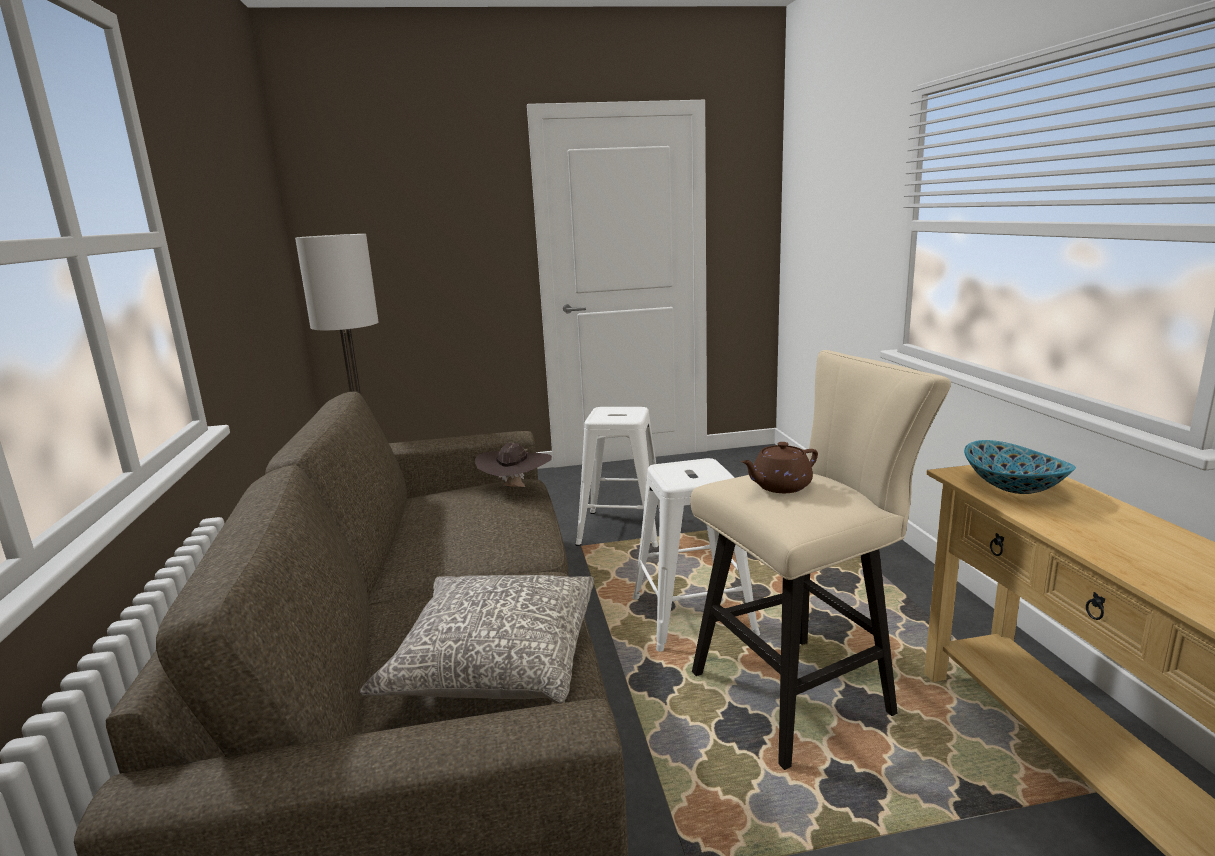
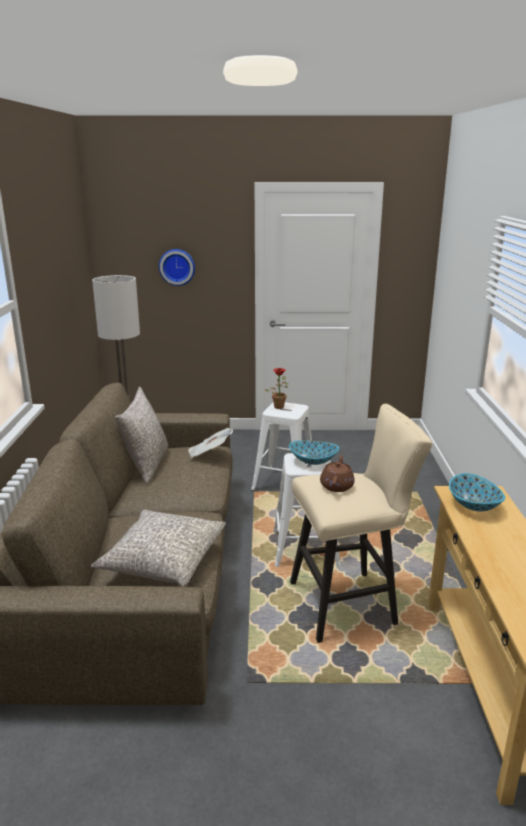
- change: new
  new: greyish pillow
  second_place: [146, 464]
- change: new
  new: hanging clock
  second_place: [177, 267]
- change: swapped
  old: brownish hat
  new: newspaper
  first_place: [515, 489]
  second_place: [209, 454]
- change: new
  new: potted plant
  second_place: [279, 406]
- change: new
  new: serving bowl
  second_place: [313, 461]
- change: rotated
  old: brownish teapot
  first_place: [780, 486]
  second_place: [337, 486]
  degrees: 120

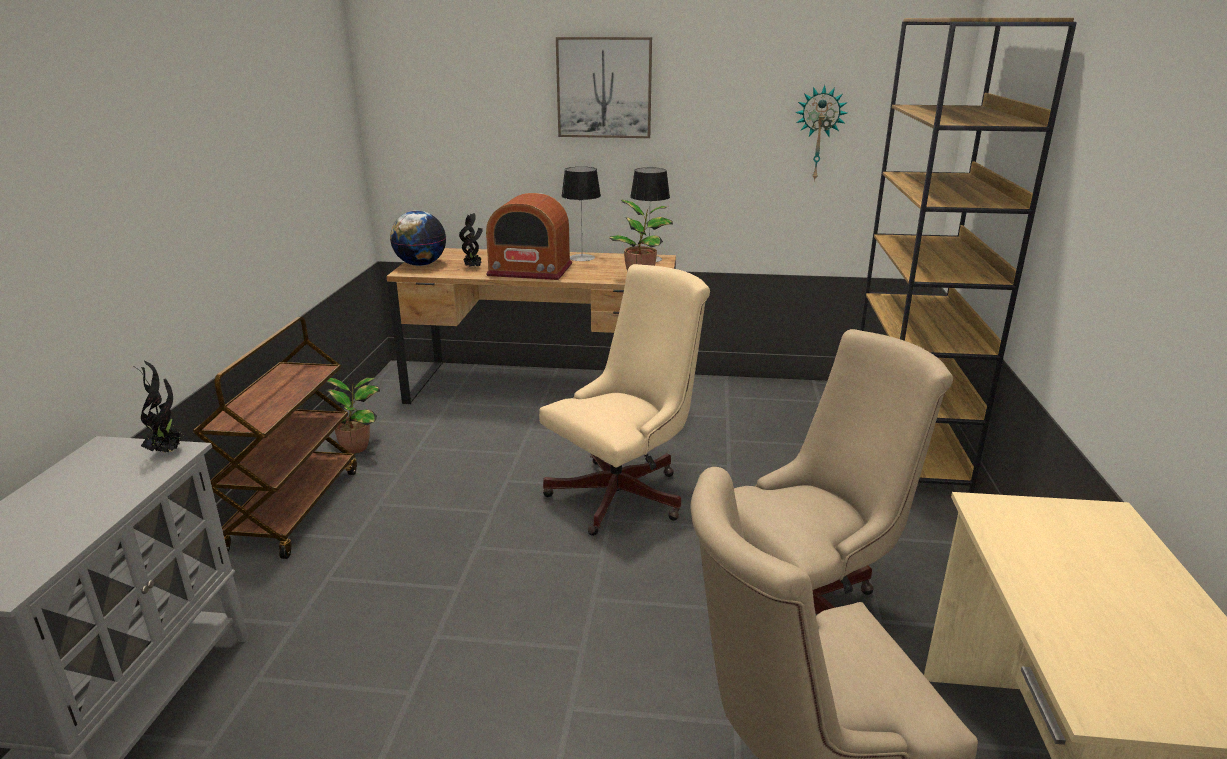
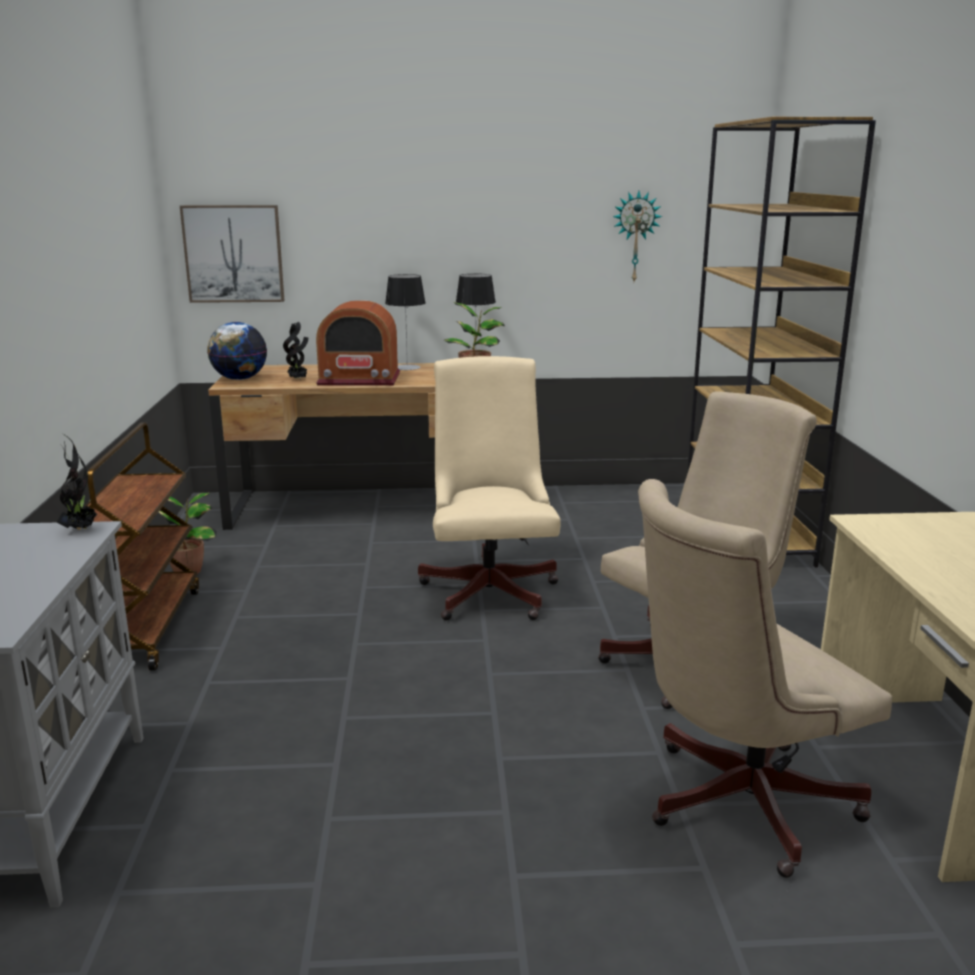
- change: shifted
  old: picture
  first_place: [604, 88]
  second_place: [233, 254]
- change: rotated
  old: beige-coloured desk chair
  first_place: [625, 493]
  second_place: [490, 588]
  degrees: -45

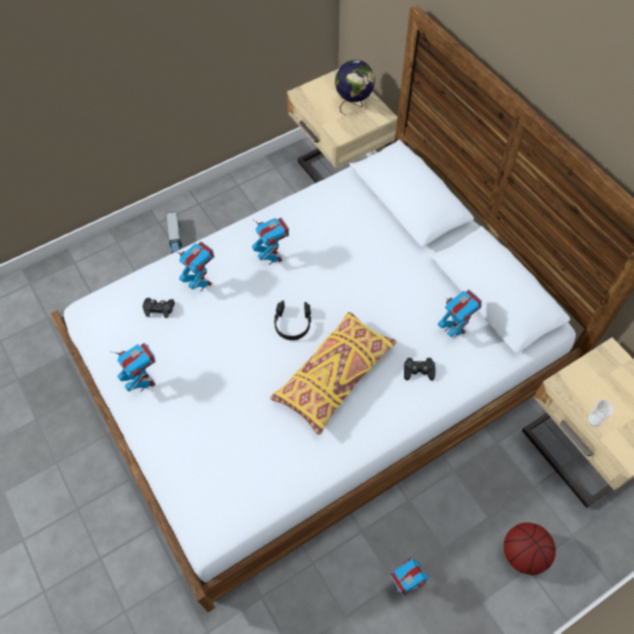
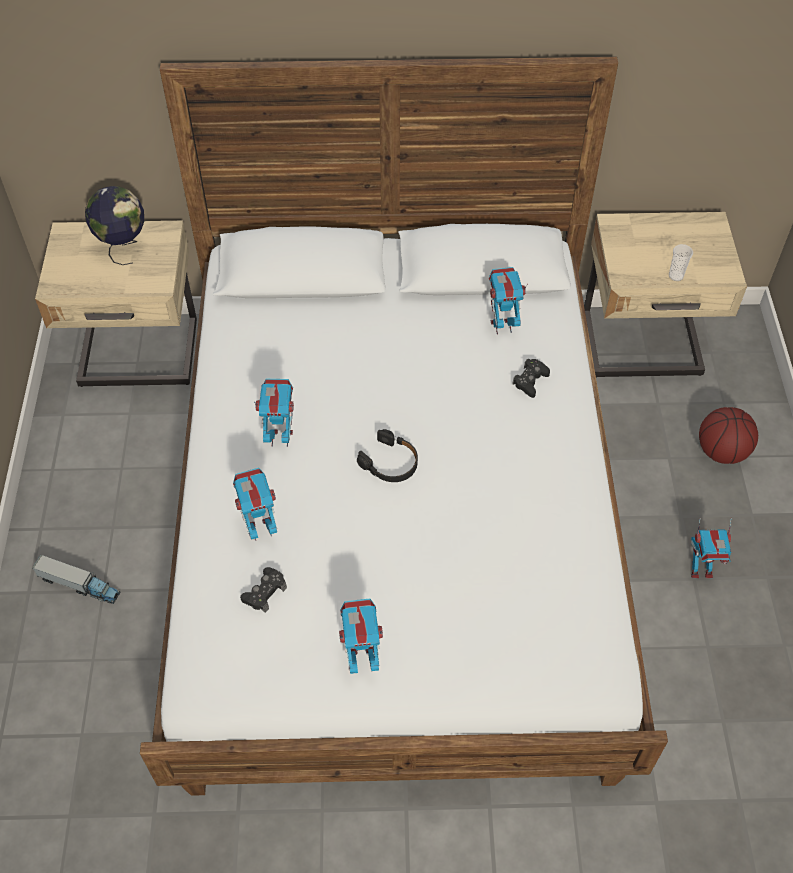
- change: gone
  old: yellow-coloured pillow
  first_place: [334, 376]

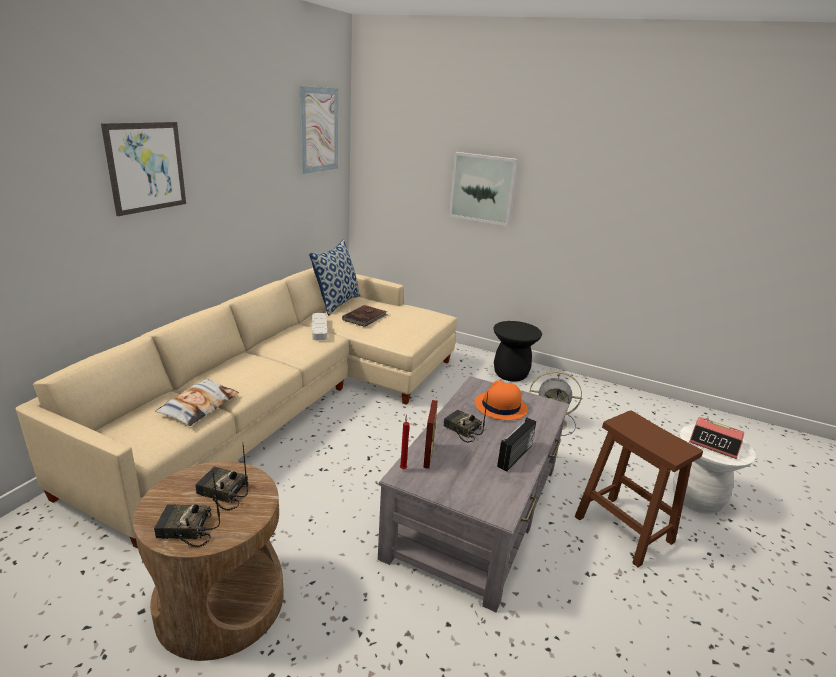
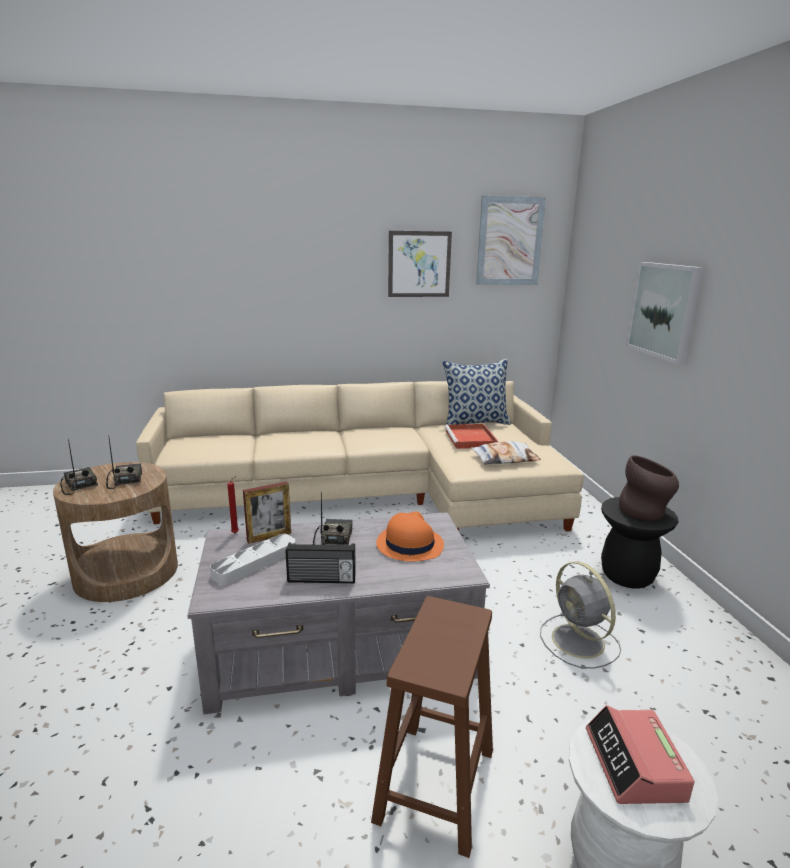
- change: shifted
  old: greyish carrying tray
  first_place: [319, 329]
  second_place: [255, 563]
- change: shifted
  old: picture
  first_place: [146, 167]
  second_place: [419, 264]
- change: swapped
  old: brownish bound book
  new: red-coloured carrying tray
  first_place: [365, 317]
  second_place: [471, 439]
- change: shifted
  old: pillow
  first_place: [199, 406]
  second_place: [505, 458]
- change: new
  new: brownish flower vase
  second_place: [645, 512]

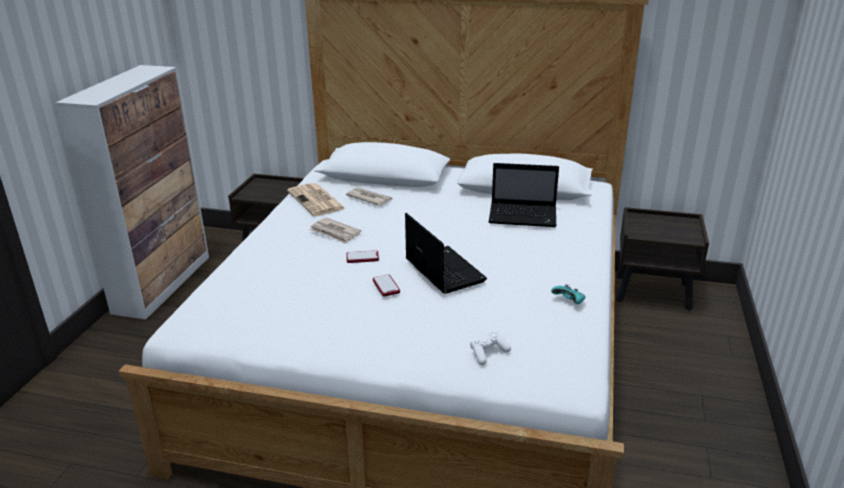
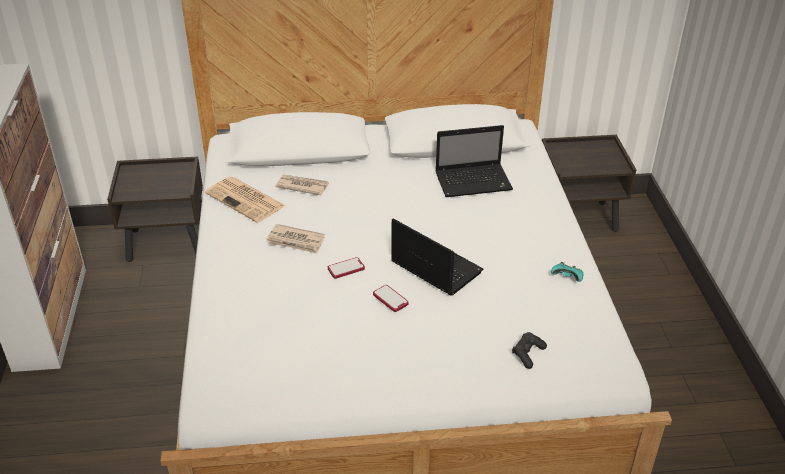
- change: repainted
  old: white joypad
  new: blackish joypad
  first_place: [488, 353]
  second_place: [527, 354]

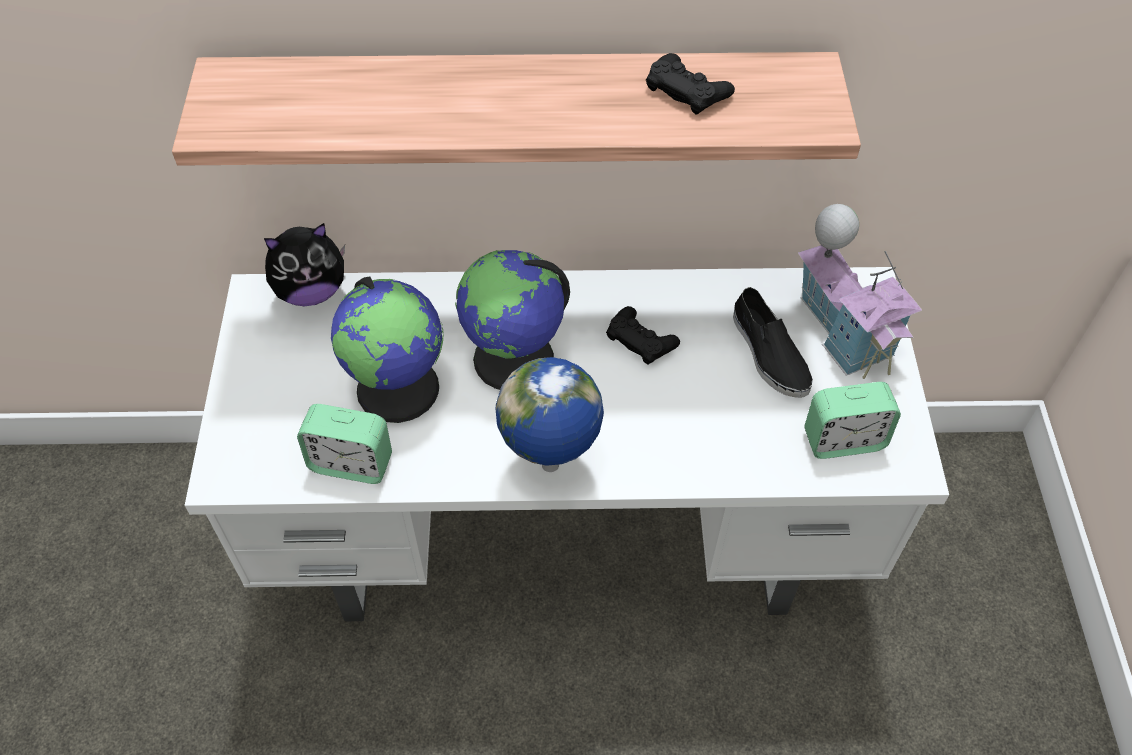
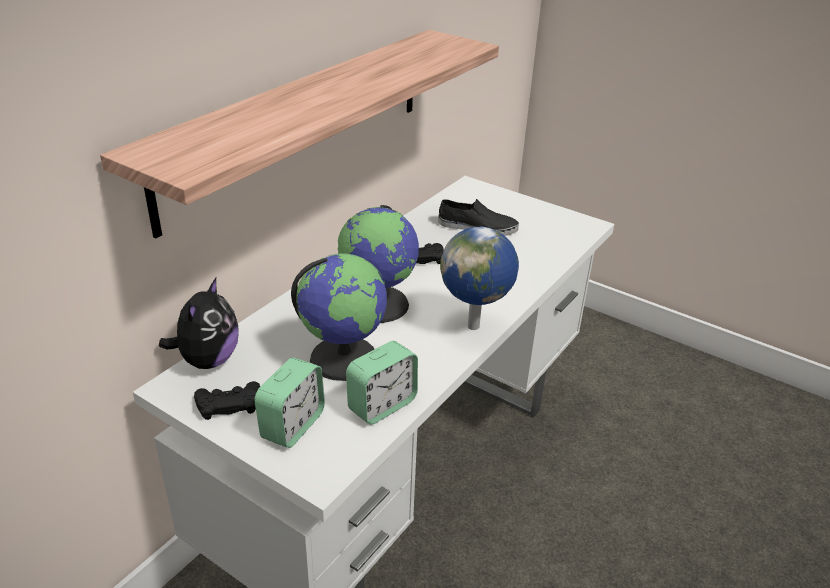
- change: shifted
  old: blackish joypad
  first_place: [687, 90]
  second_place: [228, 404]
- change: shifted
  old: bedside clock
  first_place: [843, 440]
  second_place: [292, 425]
- change: gone
  old: miniature house
  first_place: [844, 331]

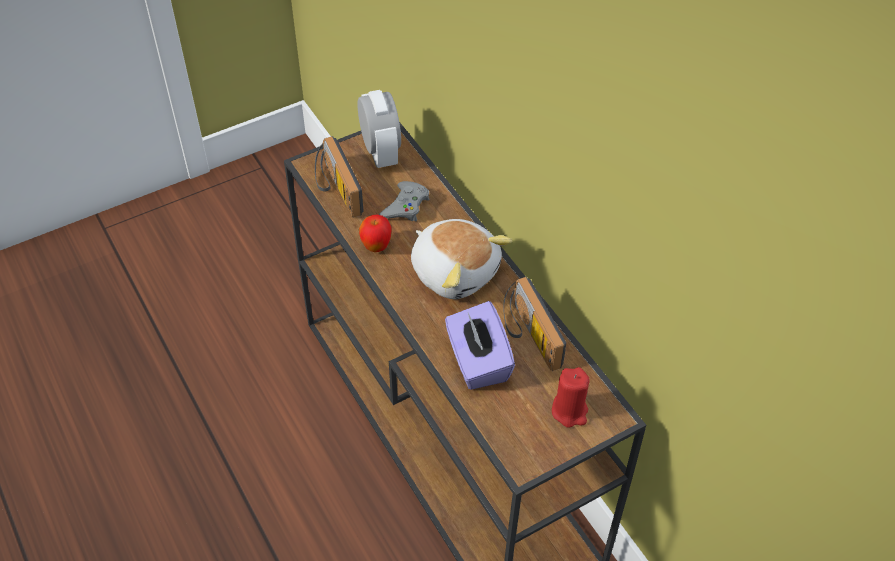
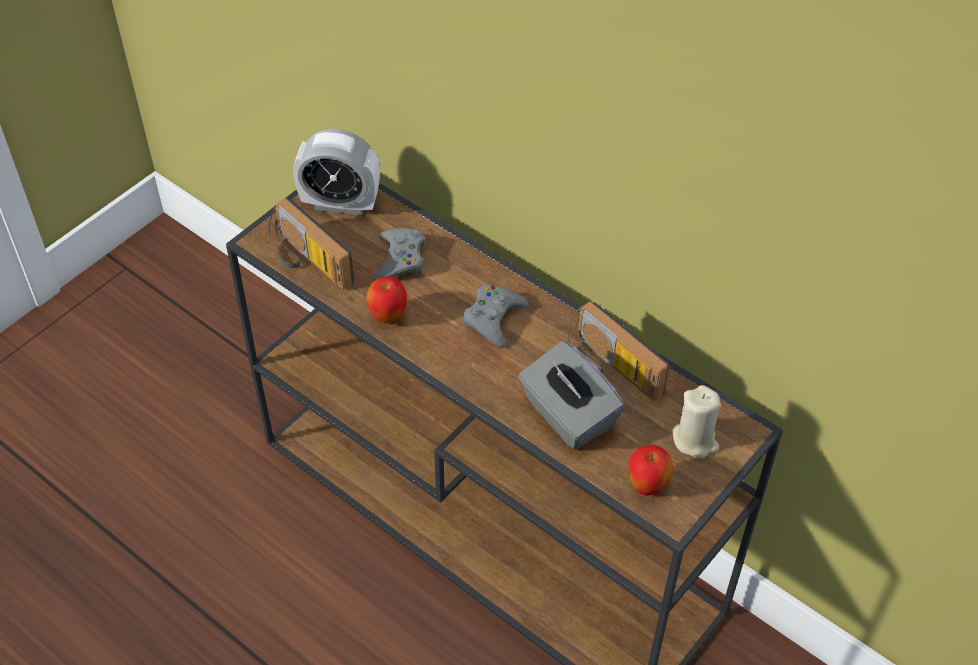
- change: rotated
  old: bedside clock
  first_place: [380, 152]
  second_place: [340, 204]
  degrees: 135
- change: swapped
  old: soft toy
  new: greyish joypad
  first_place: [455, 271]
  second_place: [493, 319]
- change: repainted
  old: purple tissue holder
  new: greyish tissue holder
  first_place: [477, 361]
  second_place: [567, 415]
- change: new
  new: apple fruit
  second_place: [647, 486]
- change: repainted
  old: red-coloured candle
  new: beige-coloured candle
  first_place: [569, 411]
  second_place: [695, 440]

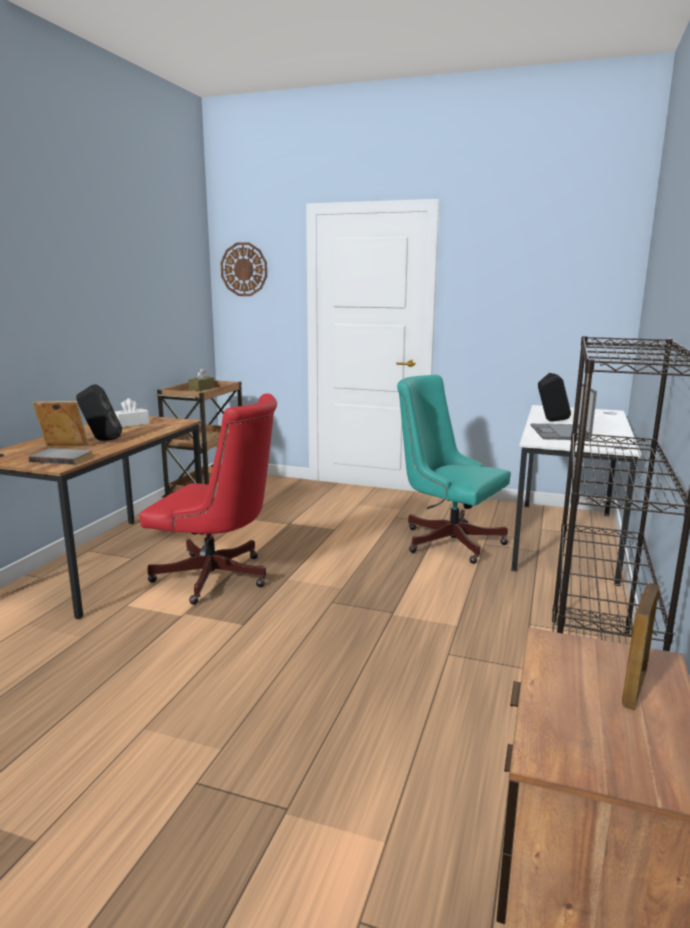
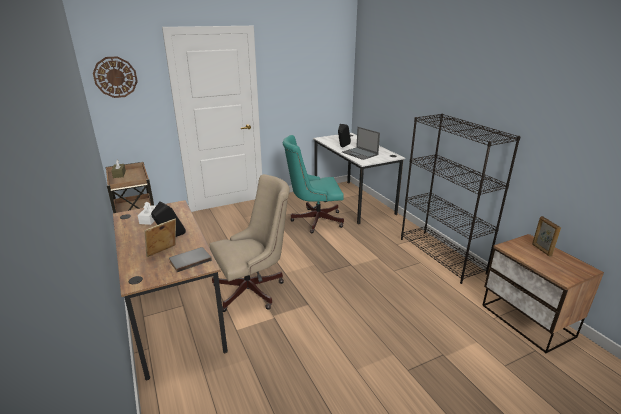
- change: repainted
  old: red-coloured desk chair
  new: beige-coloured desk chair
  first_place: [218, 578]
  second_place: [254, 290]

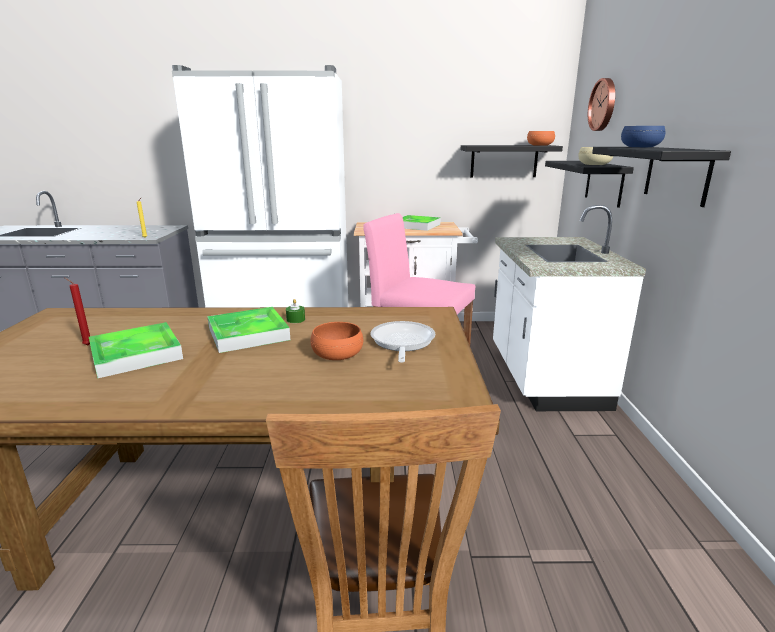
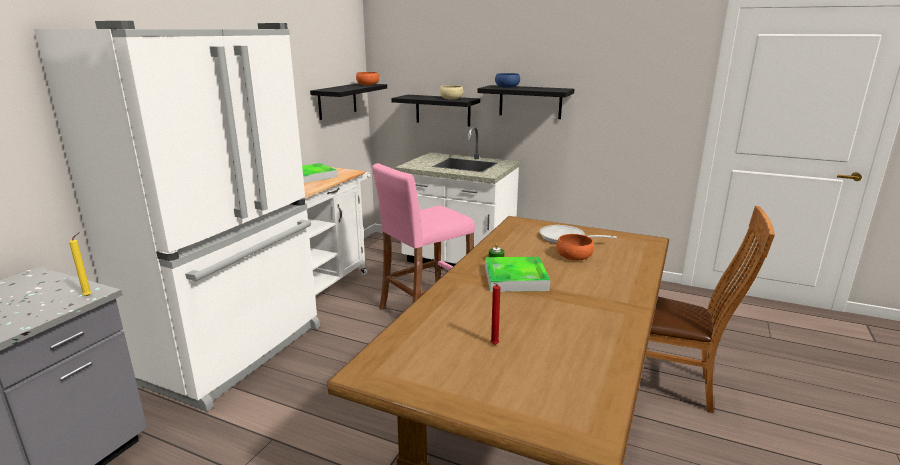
- change: gone
  old: carrying tray
  first_place: [136, 354]
- change: gone
  old: hanging clock
  first_place: [603, 105]

